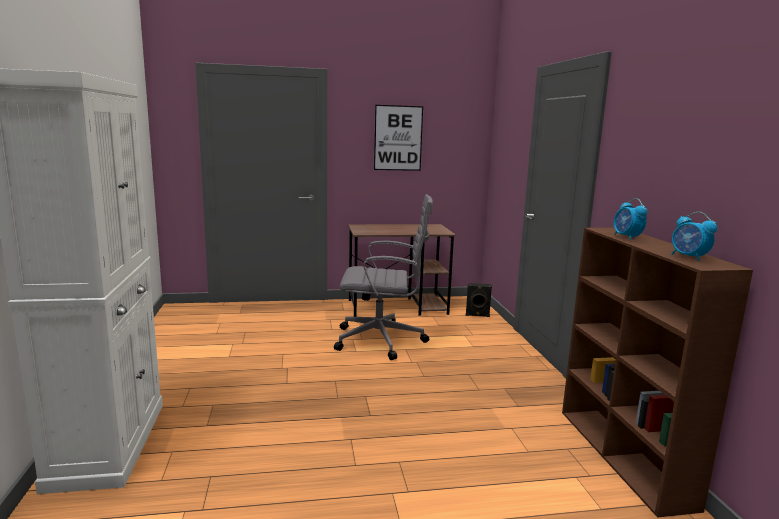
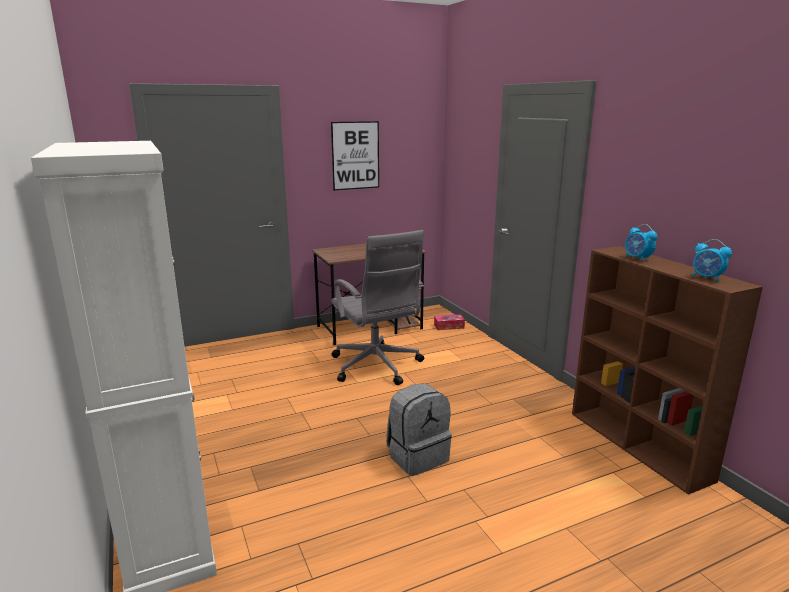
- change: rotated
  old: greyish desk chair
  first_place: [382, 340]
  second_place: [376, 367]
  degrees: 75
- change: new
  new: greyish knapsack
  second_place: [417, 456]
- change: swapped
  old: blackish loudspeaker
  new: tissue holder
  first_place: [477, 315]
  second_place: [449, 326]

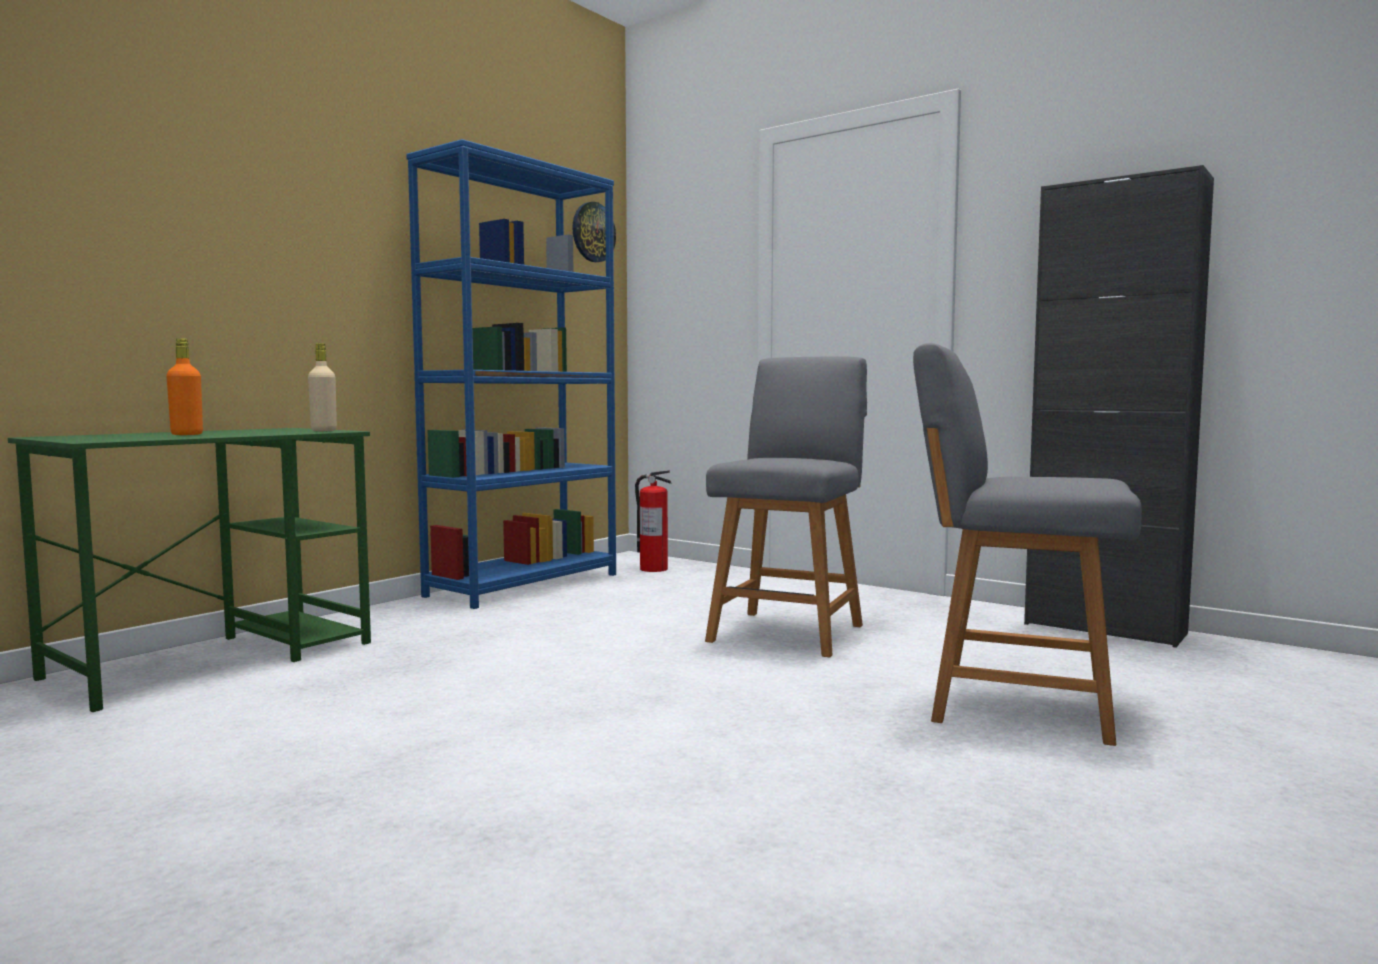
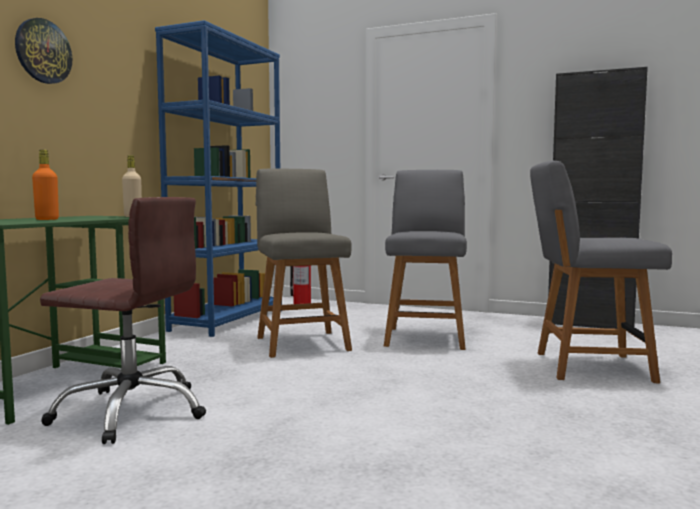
- change: shifted
  old: hanging clock
  first_place: [593, 232]
  second_place: [43, 51]
- change: new
  new: brownish desk chair
  second_place: [132, 411]
- change: new
  new: greyish chair
  second_place: [301, 343]

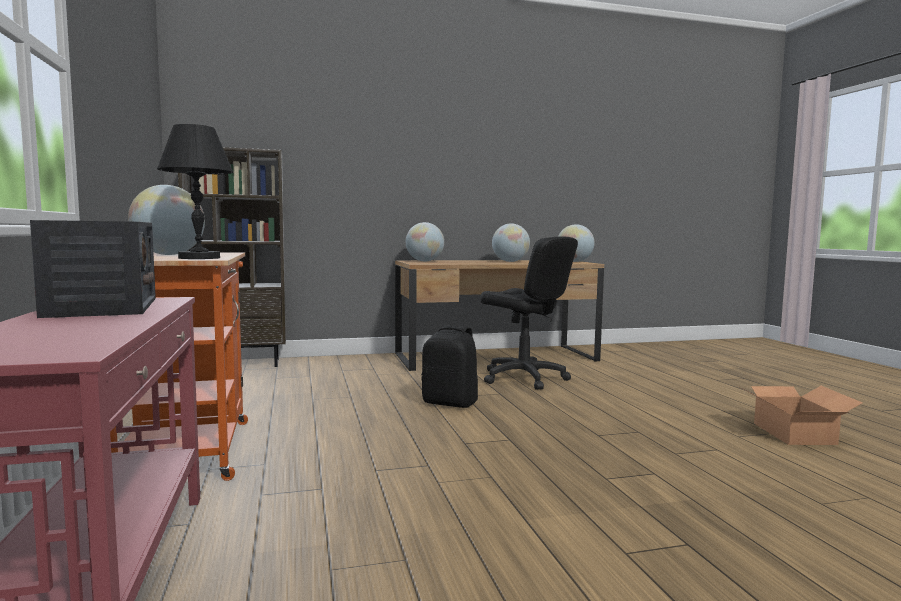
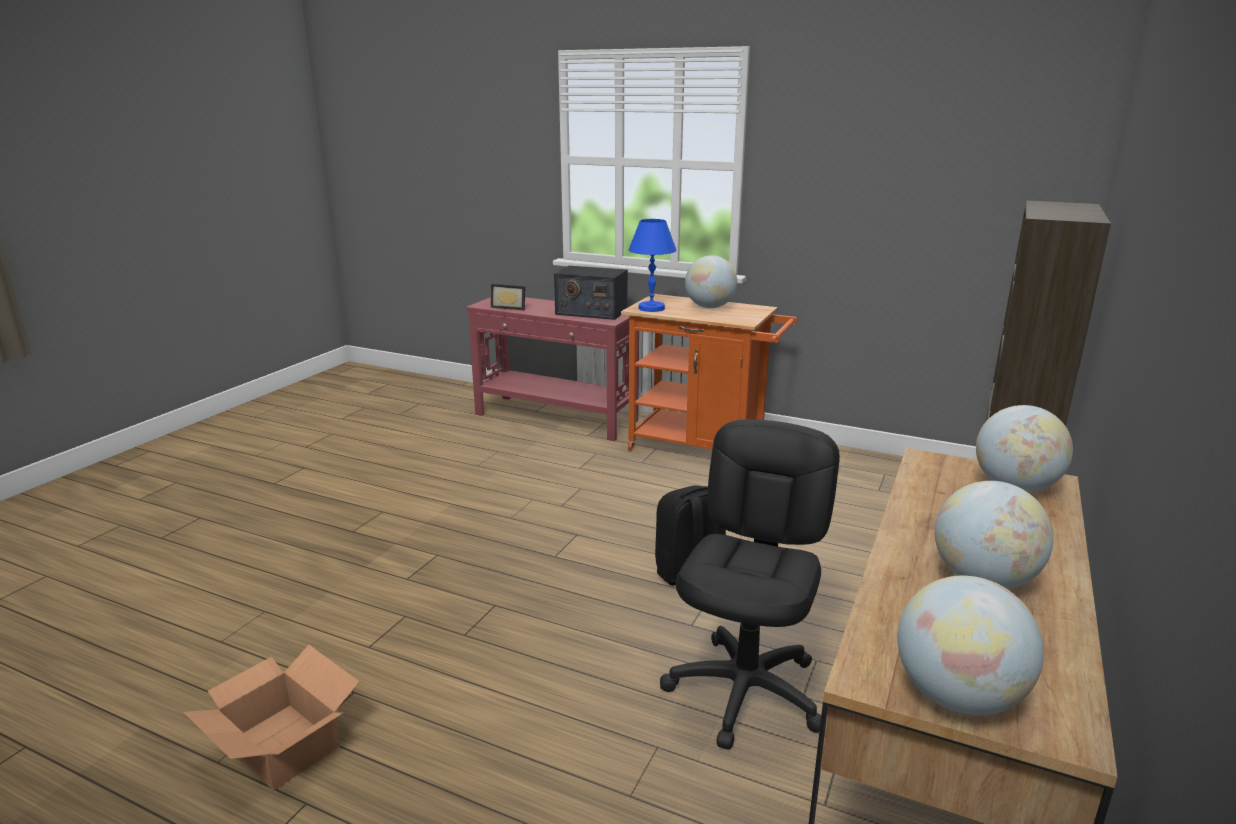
- change: new
  new: photo frame
  second_place: [509, 307]
- change: repainted
  old: blackish lamp for a table
  new: bluish lamp for a table
  first_place: [199, 258]
  second_place: [651, 308]
- change: rotated
  old: blackish desk chair
  first_place: [523, 378]
  second_place: [746, 691]
  degrees: 120

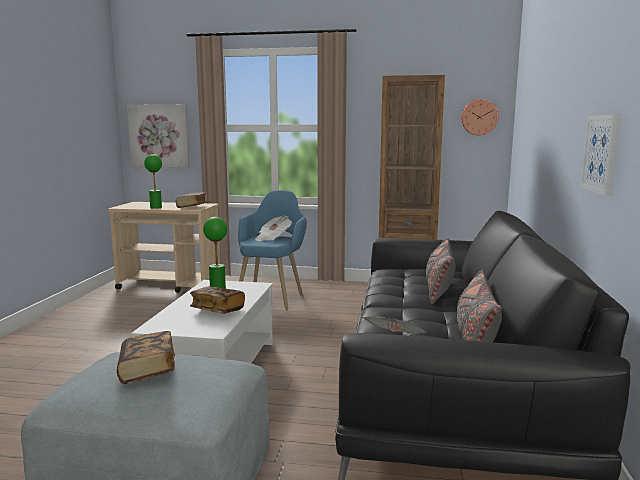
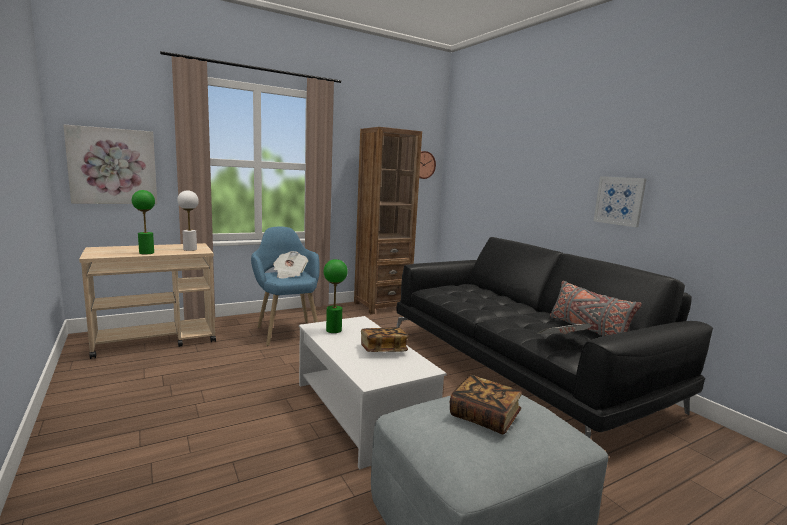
- change: swapped
  old: bound book
  new: white lamp for a table
  first_place: [192, 207]
  second_place: [190, 249]
- change: gone
  old: greyish pillow
  first_place: [439, 289]

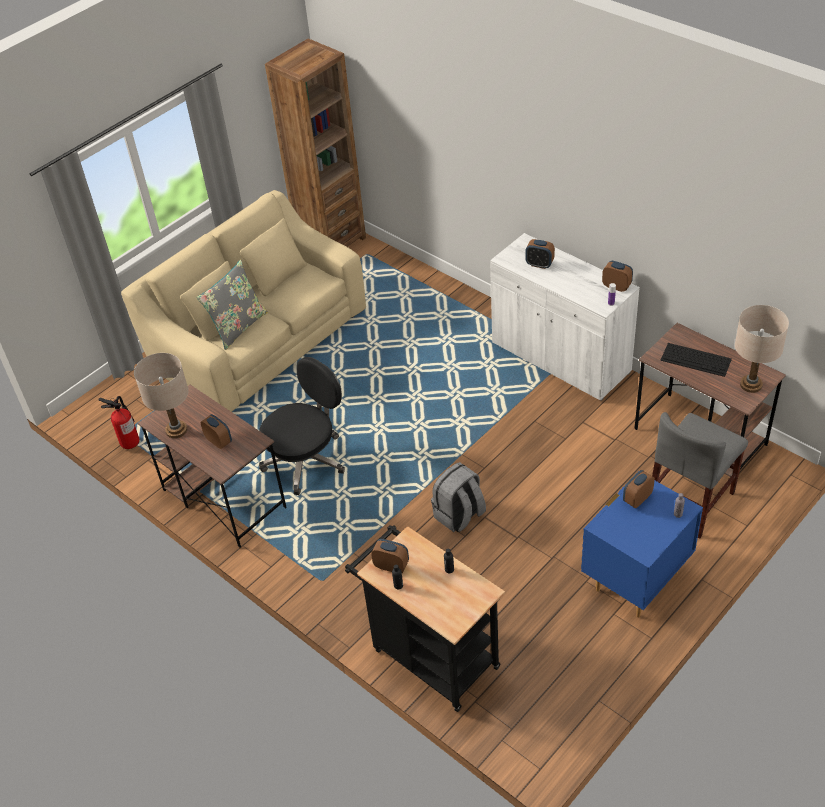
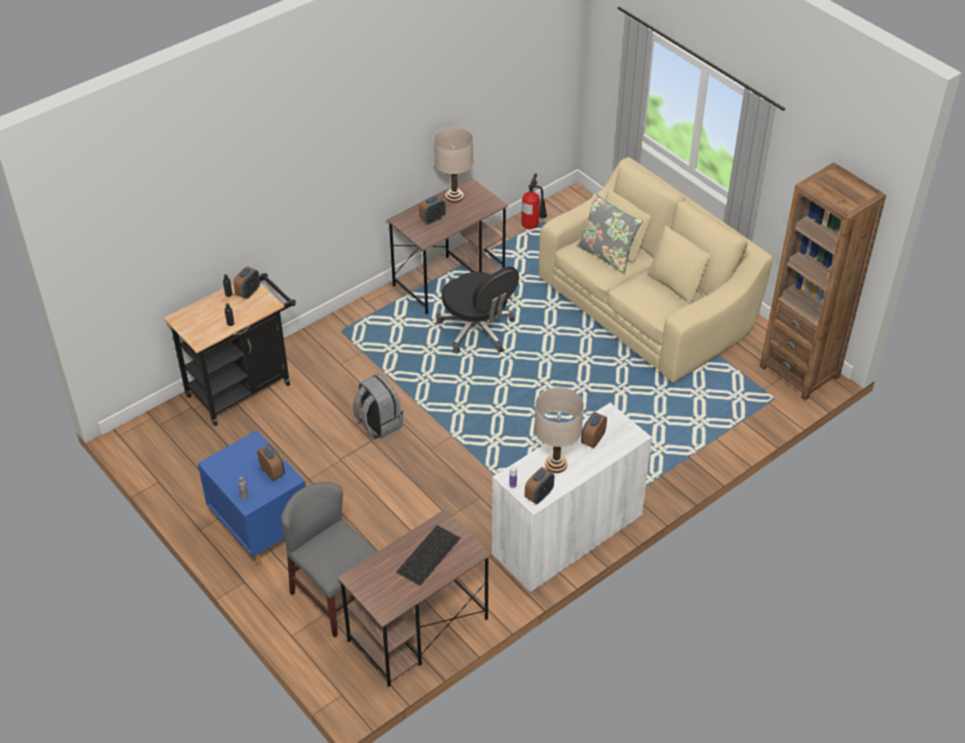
- change: shifted
  old: beige-coloured lamp for a table
  first_place: [751, 385]
  second_place: [556, 464]

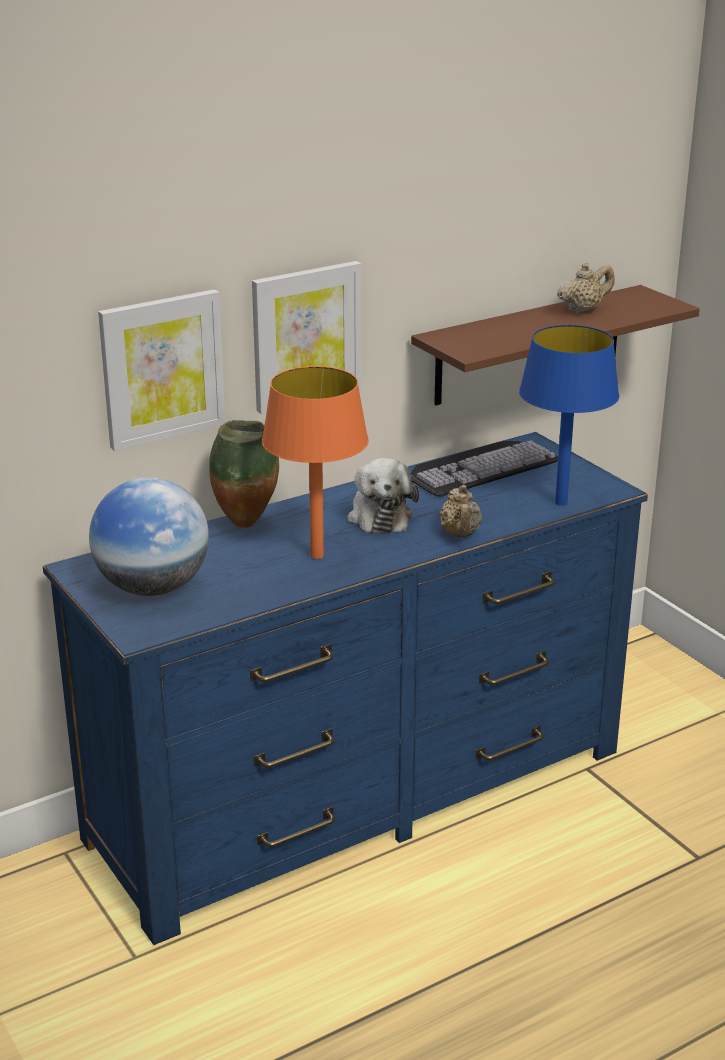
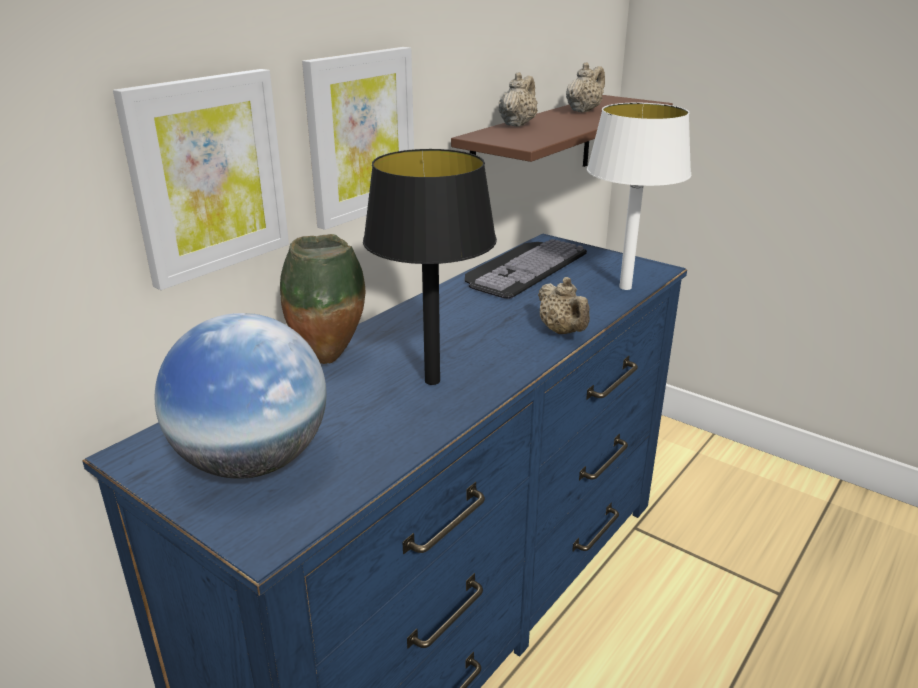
- change: repainted
  old: orange lamp for a table
  new: blackish lamp for a table
  first_place: [316, 555]
  second_place: [432, 381]
- change: new
  new: beige-coloured teapot
  second_place: [517, 124]
- change: repainted
  old: bluish lamp for a table
  new: white lamp for a table
  first_place: [560, 503]
  second_place: [625, 287]
- change: gone
  old: soft toy
  first_place: [379, 515]

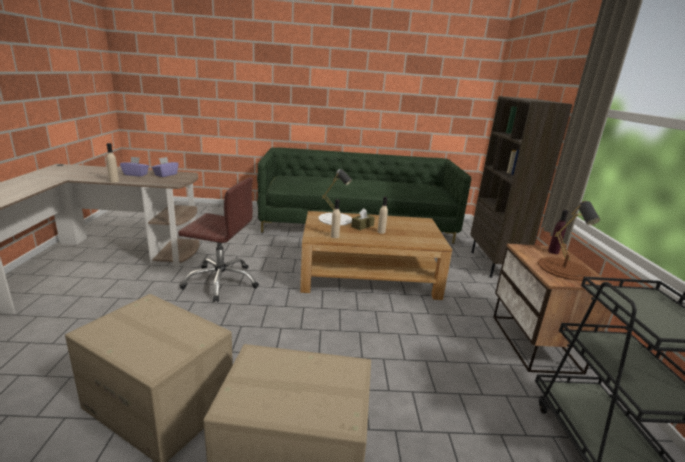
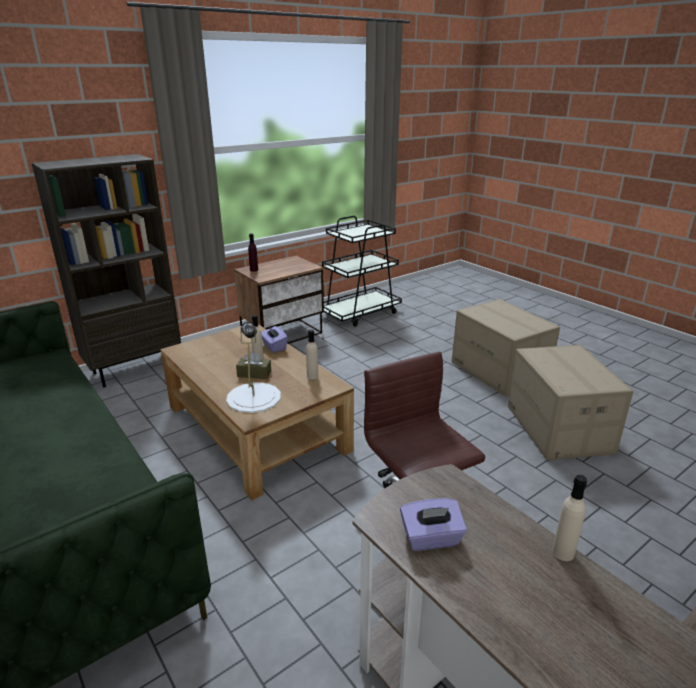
- change: shifted
  old: purple tissue holder
  first_place: [136, 174]
  second_place: [274, 347]
- change: gone
  old: brownish lamp for a table
  first_place: [564, 269]

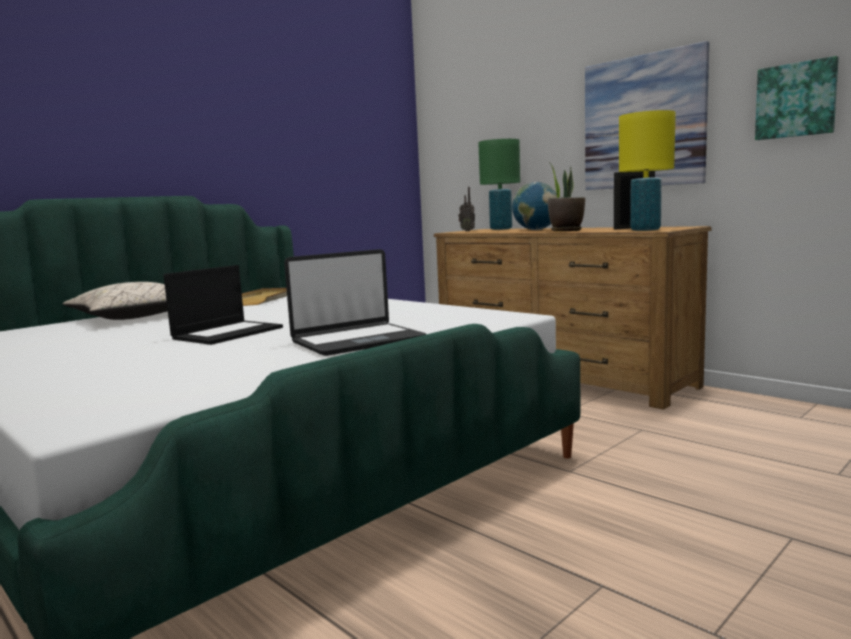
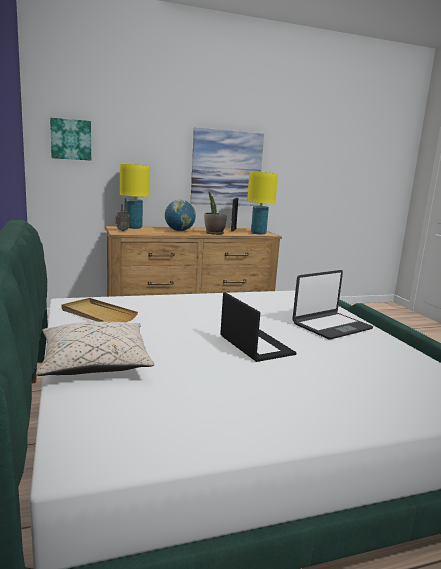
- change: shifted
  old: picture
  first_place: [796, 100]
  second_place: [71, 139]
- change: repainted
  old: greenish lamp for a table
  new: yellow-coloured lamp for a table
  first_place: [501, 229]
  second_place: [134, 227]
- change: rotated
  old: notebook computer
  first_place: [357, 341]
  second_place: [331, 326]
  degrees: 60

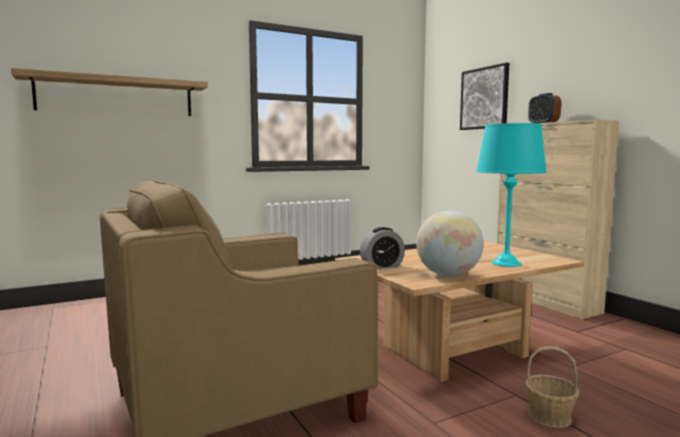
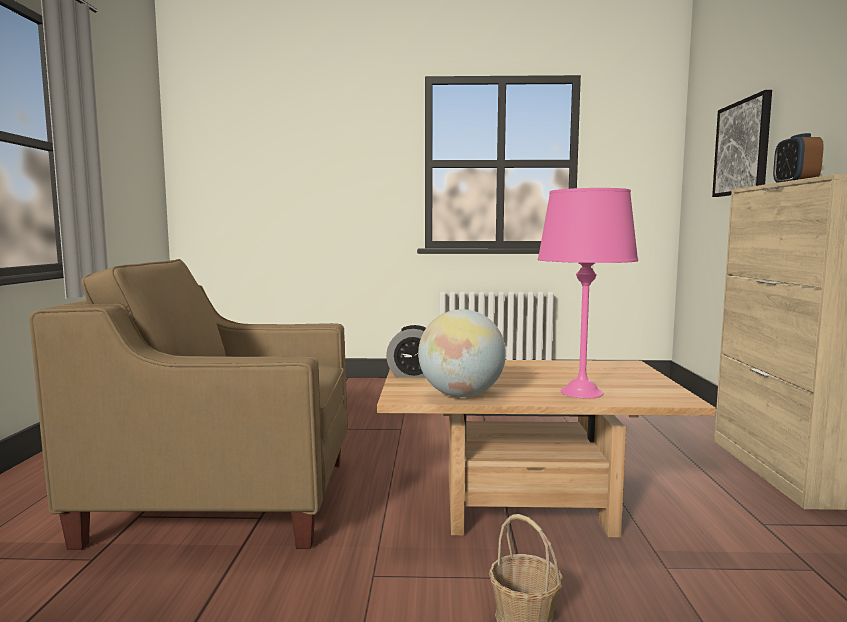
- change: repainted
  old: blue-green lamp for a table
  new: pink-coloured lamp for a table
  first_place: [505, 263]
  second_place: [581, 392]
- change: gone
  old: wall shelf
  first_place: [116, 96]

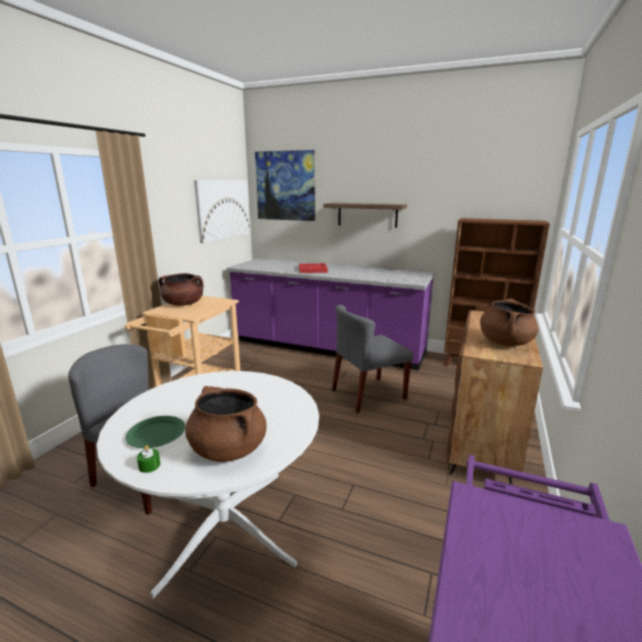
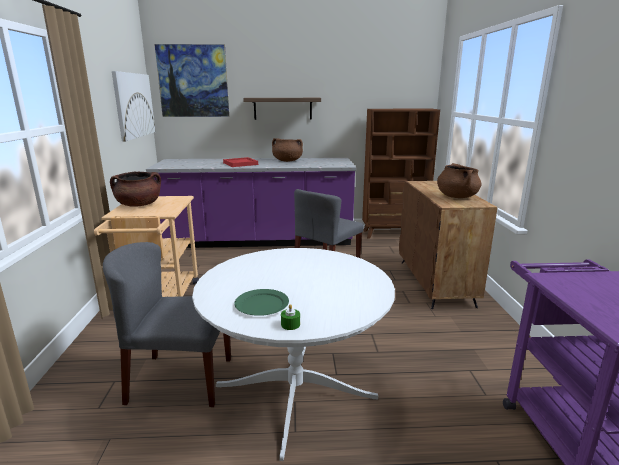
- change: shifted
  old: brownish saucepot
  first_place: [228, 449]
  second_place: [287, 161]

